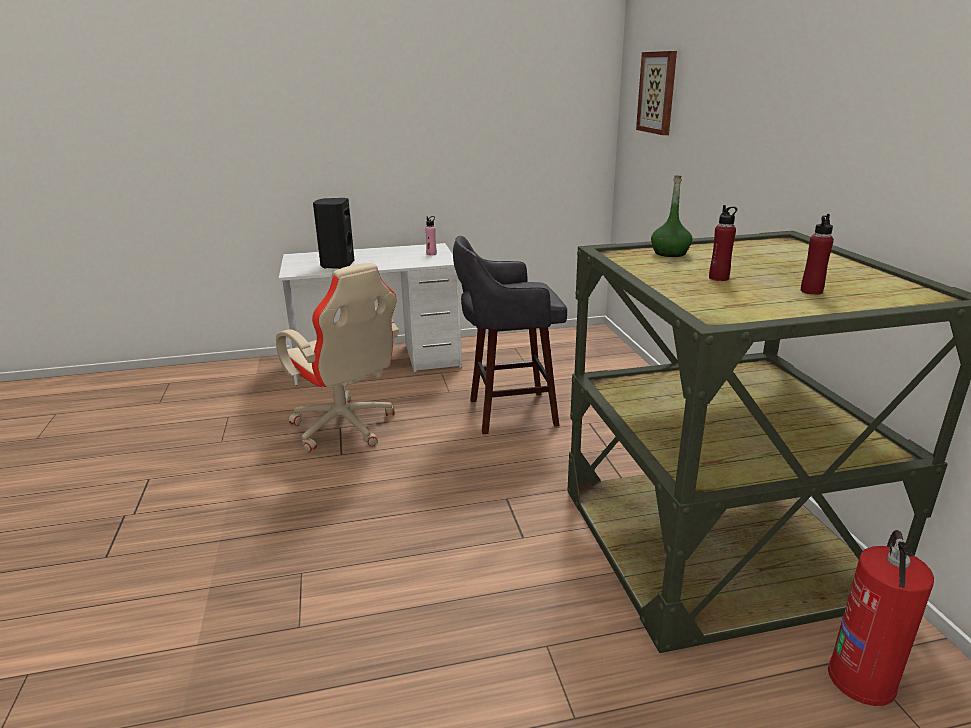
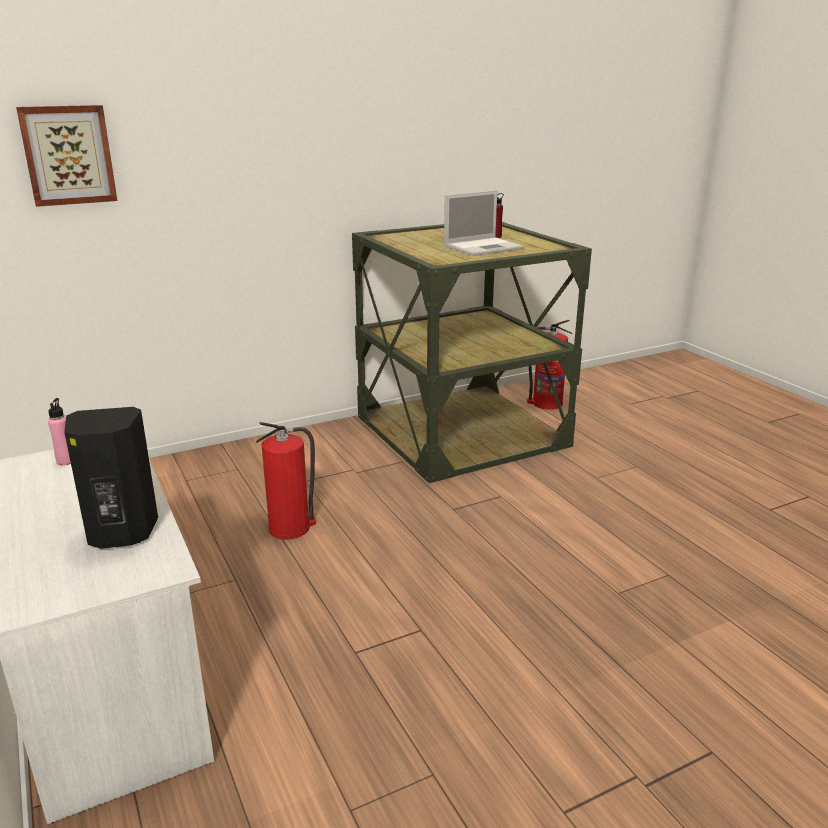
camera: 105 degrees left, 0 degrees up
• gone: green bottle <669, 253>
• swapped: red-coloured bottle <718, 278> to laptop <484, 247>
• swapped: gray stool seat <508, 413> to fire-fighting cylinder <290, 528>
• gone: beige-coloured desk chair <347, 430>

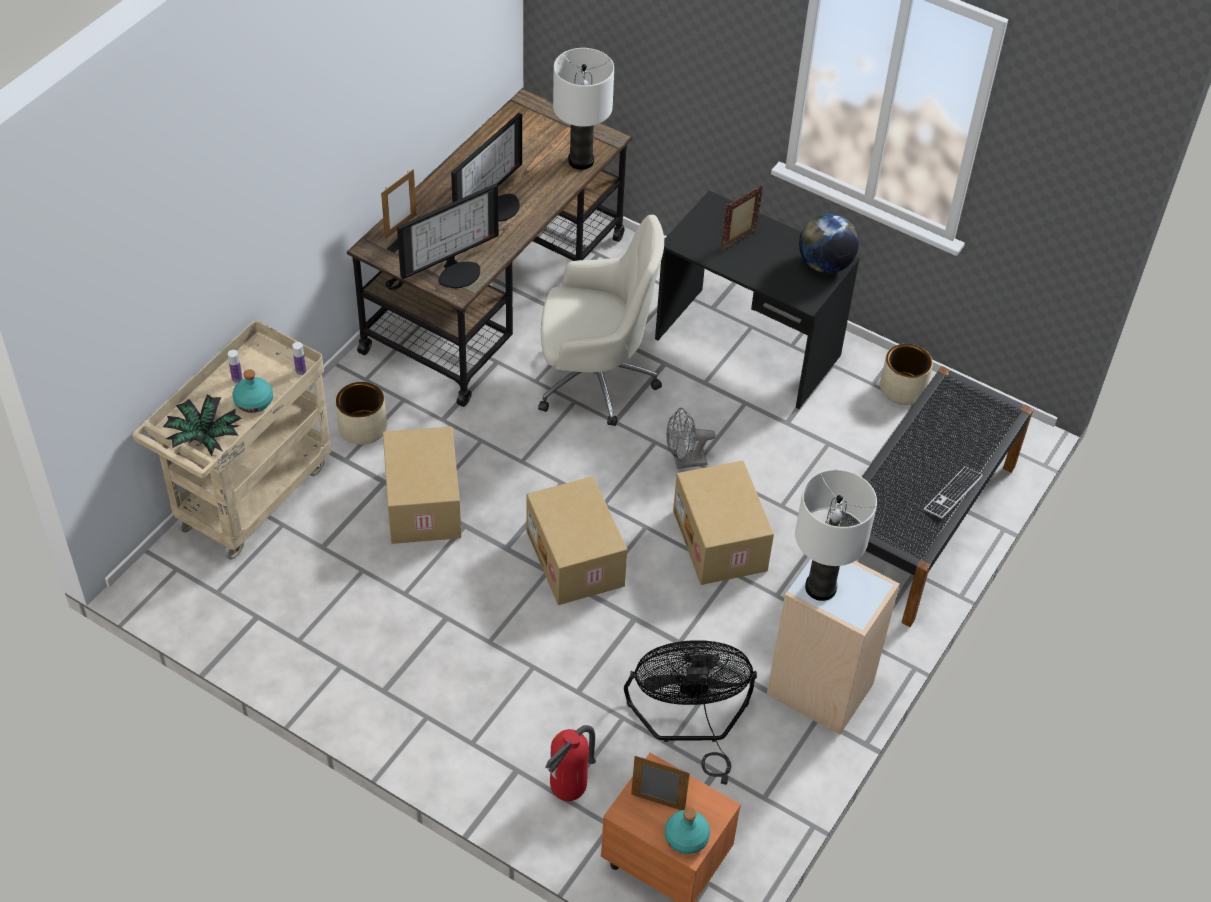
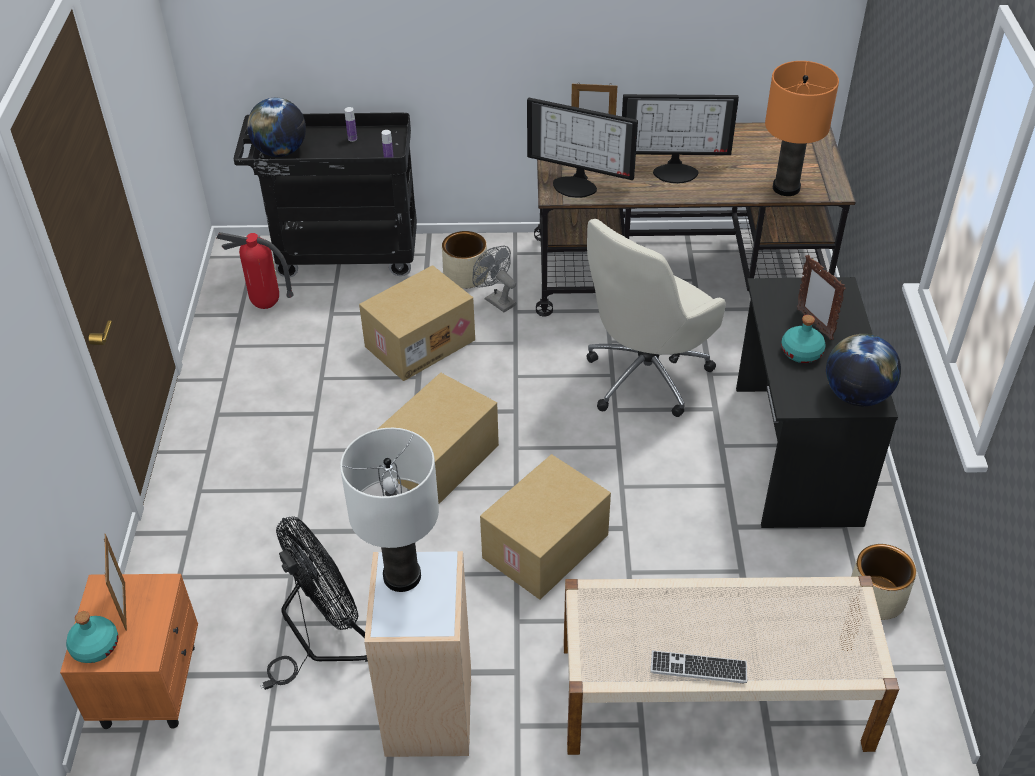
camera: 60 degrees right, 5 degrees down
• repainted: whitish lamp for a table <580, 161> to orange lamp for a table <785, 188>
• rotated: standing frame <739, 241> = <814, 324> 135 degrees counterclockwise
• rotated: beige-coloured desk chair <595, 382> = <645, 377> 75 degrees clockwise
• repainted: beige-coloured trolley <250, 504> to black trolley <341, 259>
• repainted: black indoor bench <919, 522> to beige-coloured indoor bench <713, 697>
• shifted: blue-green bottle <254, 401> to <802, 352>
• swapped: houseplant <204, 438> to globe <280, 152>
• shifted: gray fan <684, 461> to <496, 300>
• shifted: fire-fighting cylinder <569, 792> to <265, 305>

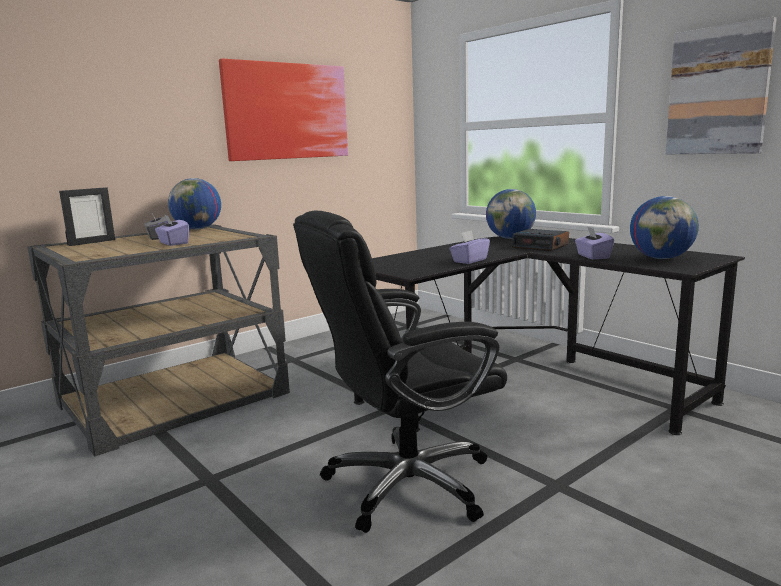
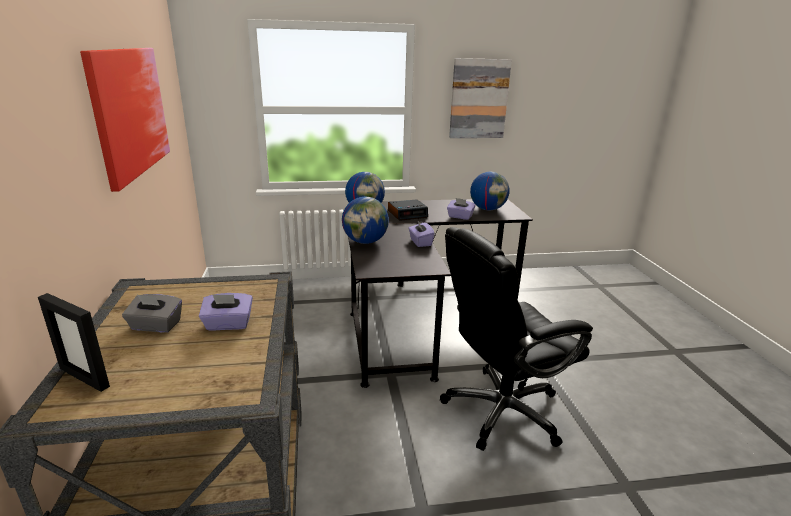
camera: 60 degrees left, 10 degrees up
• shifted: globe <198, 229> to <365, 242>
• rotated: standing frame <92, 242> = <86, 376> 135 degrees clockwise
• rotated: black desk chair <408, 483> = <502, 410> 60 degrees clockwise

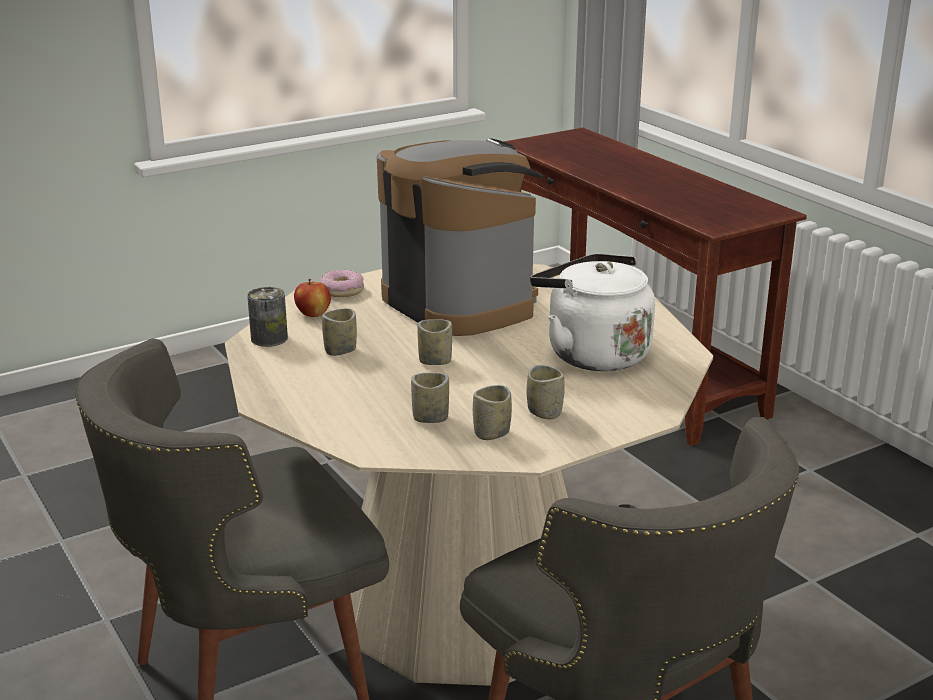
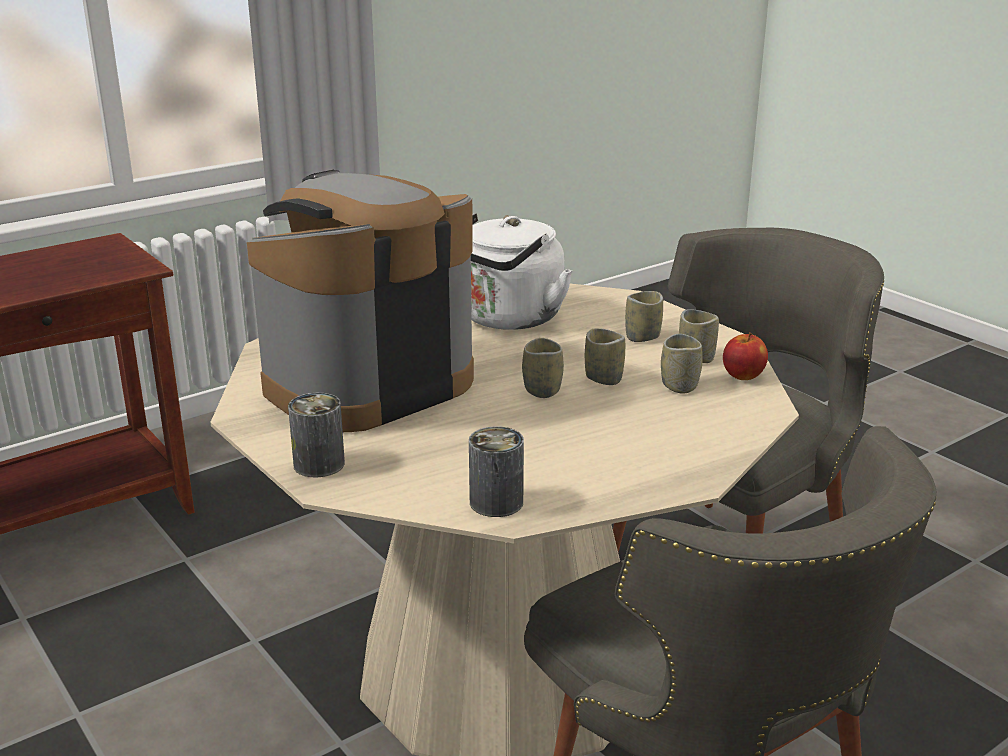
camera: 95 degrees left, 0 degrees up
• swapped: donut <342, 290> to metal can <319, 464>
• shifted: whole apple <313, 314> to <743, 376>
• shifted: cup <340, 350> to <603, 379>

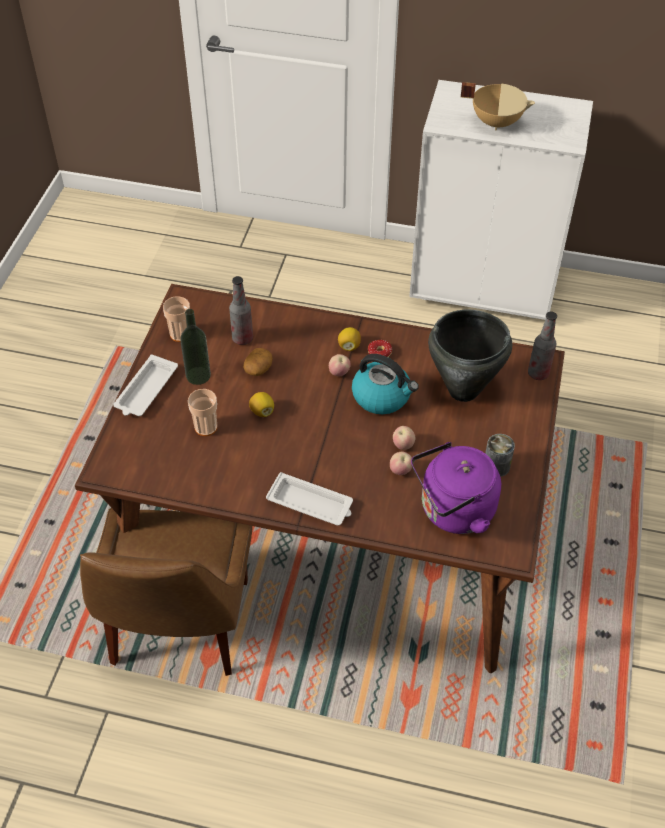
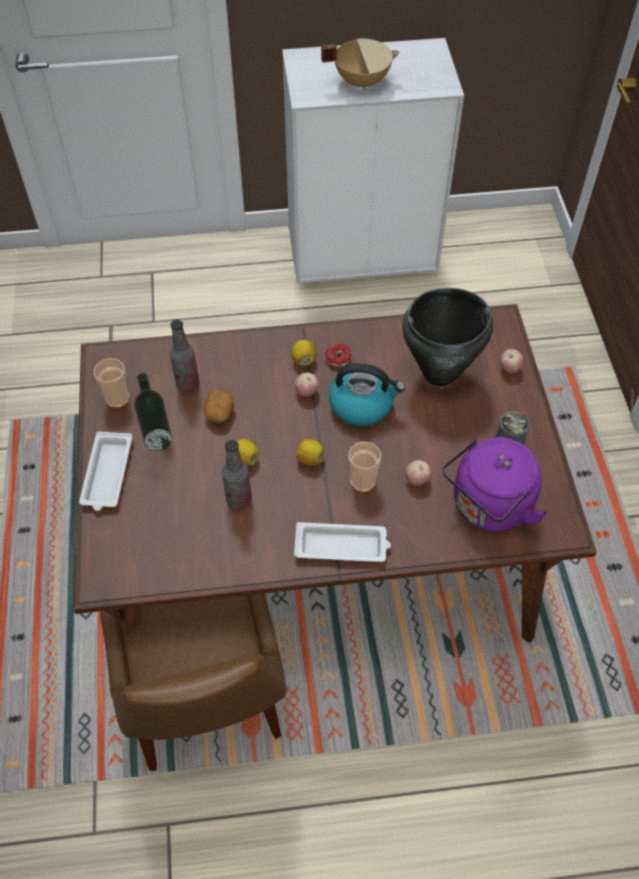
camera: 20 degrees left, 5 degrees up
• shifted: bottle <538, 373> to <239, 500>
• shifted: cup <206, 427> to <362, 481>
• shifted: whole apple <403, 445> to <509, 369>
• new: lemon <310, 459>

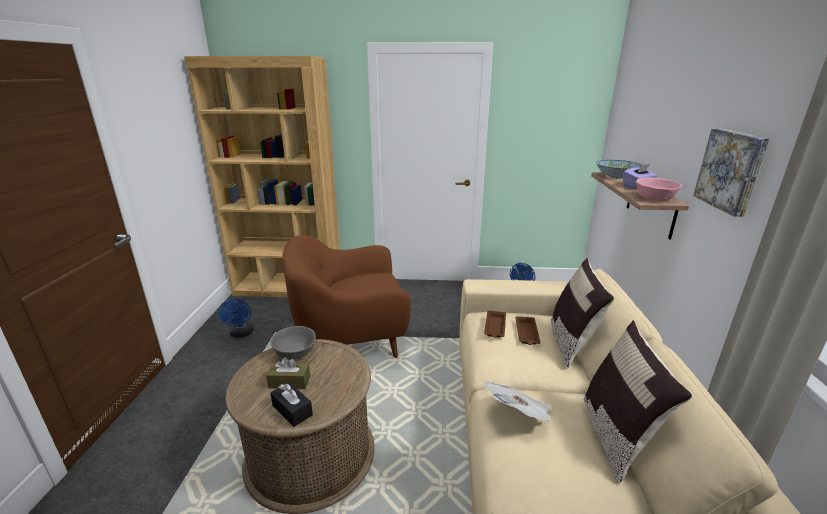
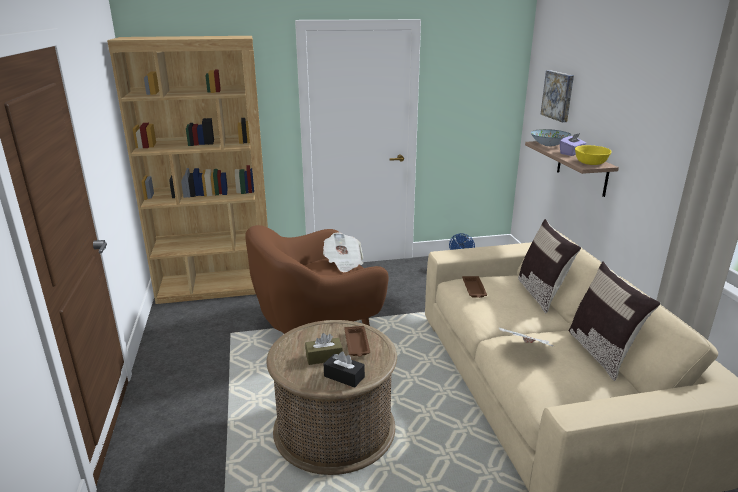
camera: 15 degrees left, 0 degrees up
• shifted: wall picture <731, 170> to <558, 95>
• repainted: pink bowl <655, 198> to yellowish bowl <591, 163>
• gone: blue fan <241, 334>
• shifted: brown-coloured tray <527, 333> to <357, 344>
• gone: gray bowl <295, 353>
• new: daily paper <343, 262>

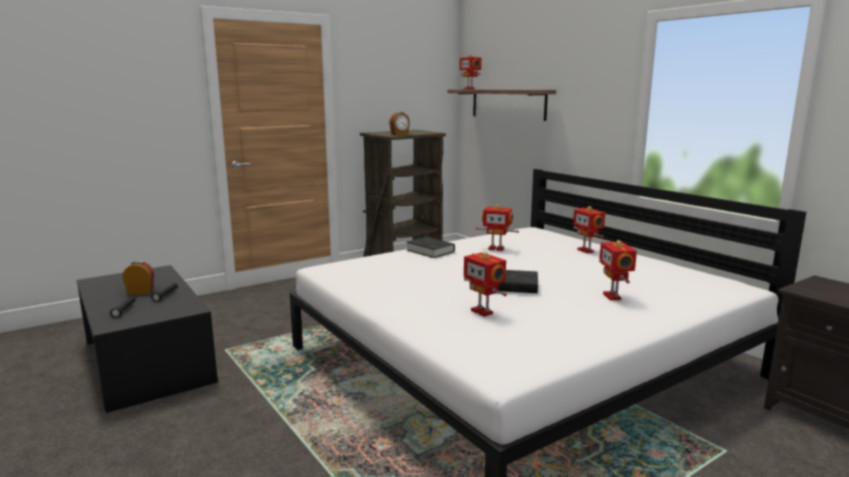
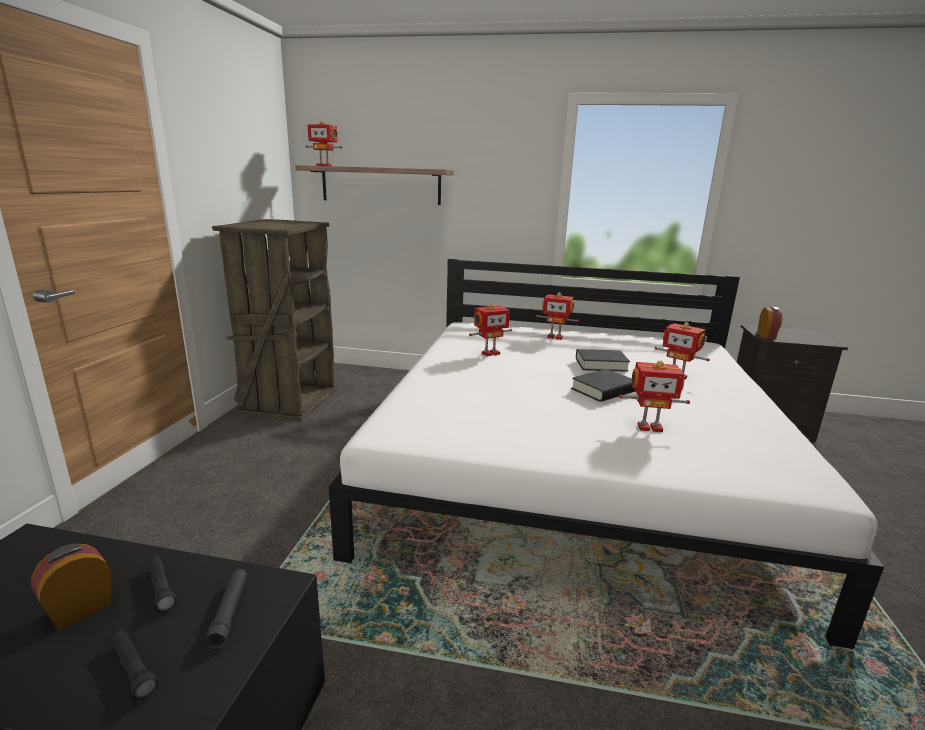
camera: 45 degrees left, 5 degrees up
• shifted: bedside clock <399, 134> to <766, 336>
• shifted: black volume <430, 251> to <601, 364>
• new: black hand torch <229, 612>

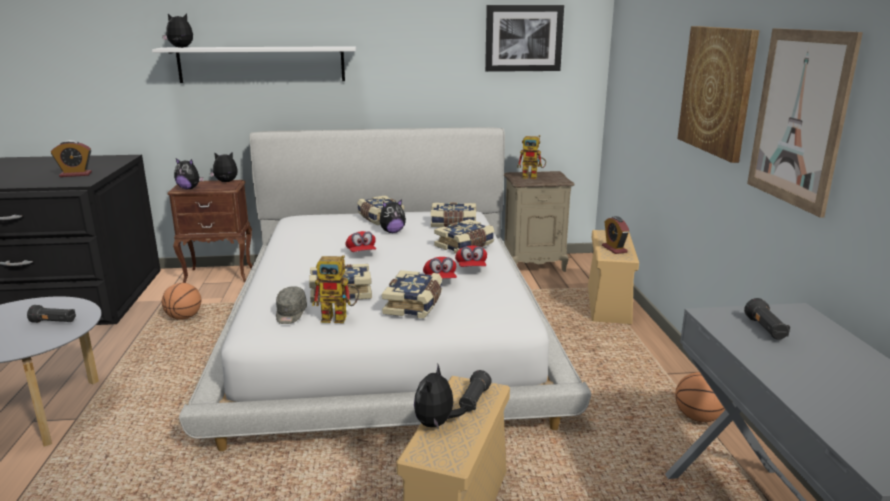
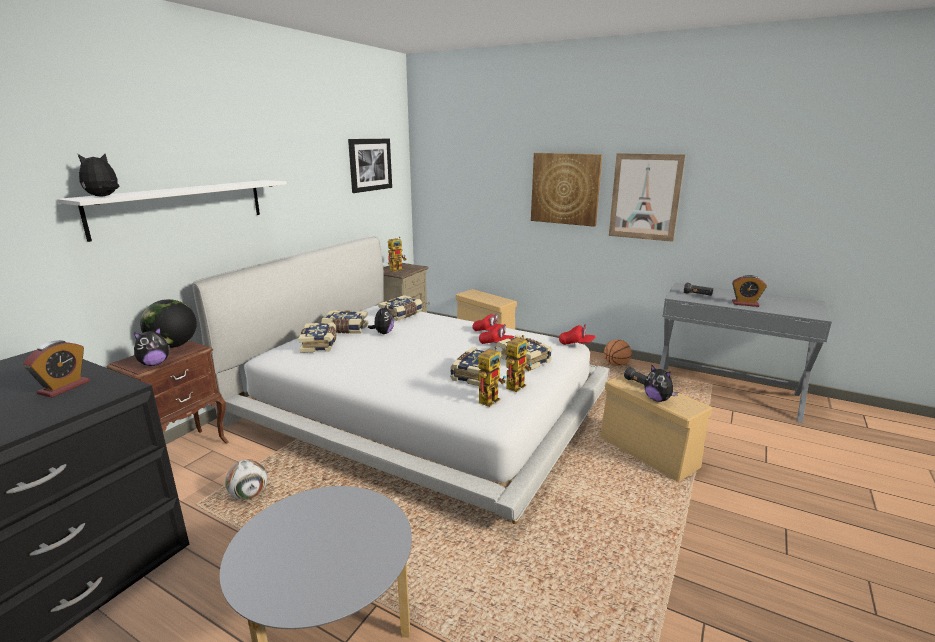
camera: 55 degrees left, 0 degrees up
• swapped: soft toy <226, 182> to globe <173, 346>
• shifted: bedside clock <614, 249> to <745, 304>
• shifted: volume <465, 246> to <320, 344>
• shifted: red-coloured peaked cap <361, 253> to <576, 344>
• swapped: basketball <184, 318> to football ball <249, 495>
• swapped: gray peaked cap <290, 314> to toy robot <490, 398>
• gone: black hand torch <54, 322>

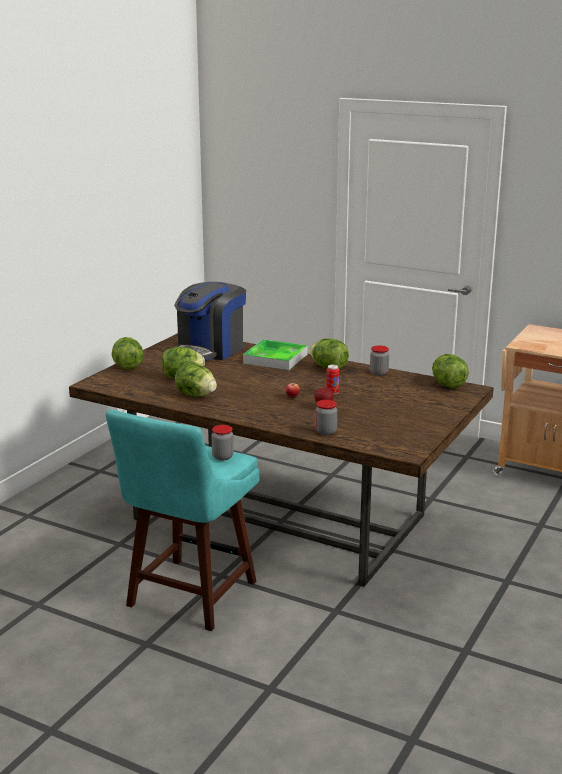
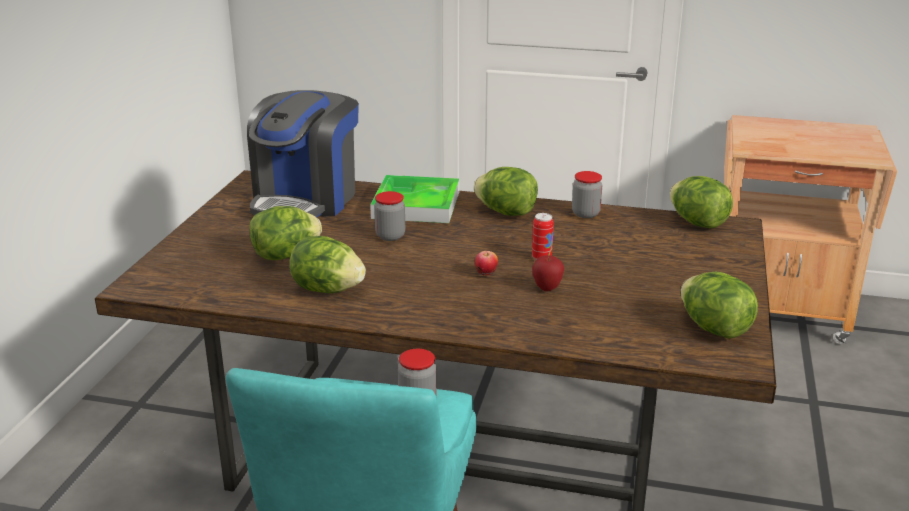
camera: 15 degrees left, 5 degrees up
• shifted: head of lettuce <127, 367> to <714, 329>
• shifted: preserve jar <326, 432> to <390, 236>

